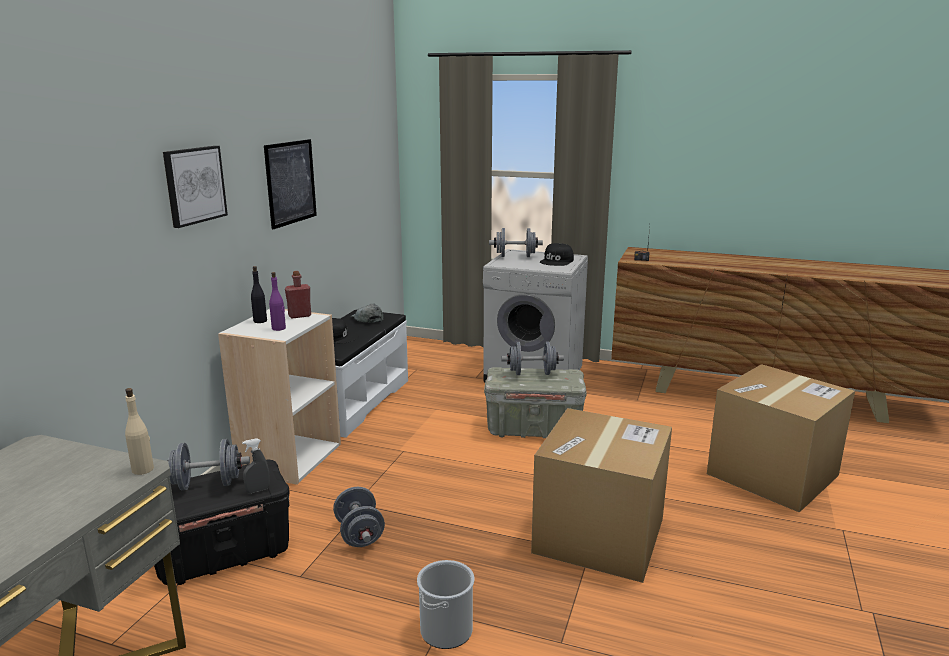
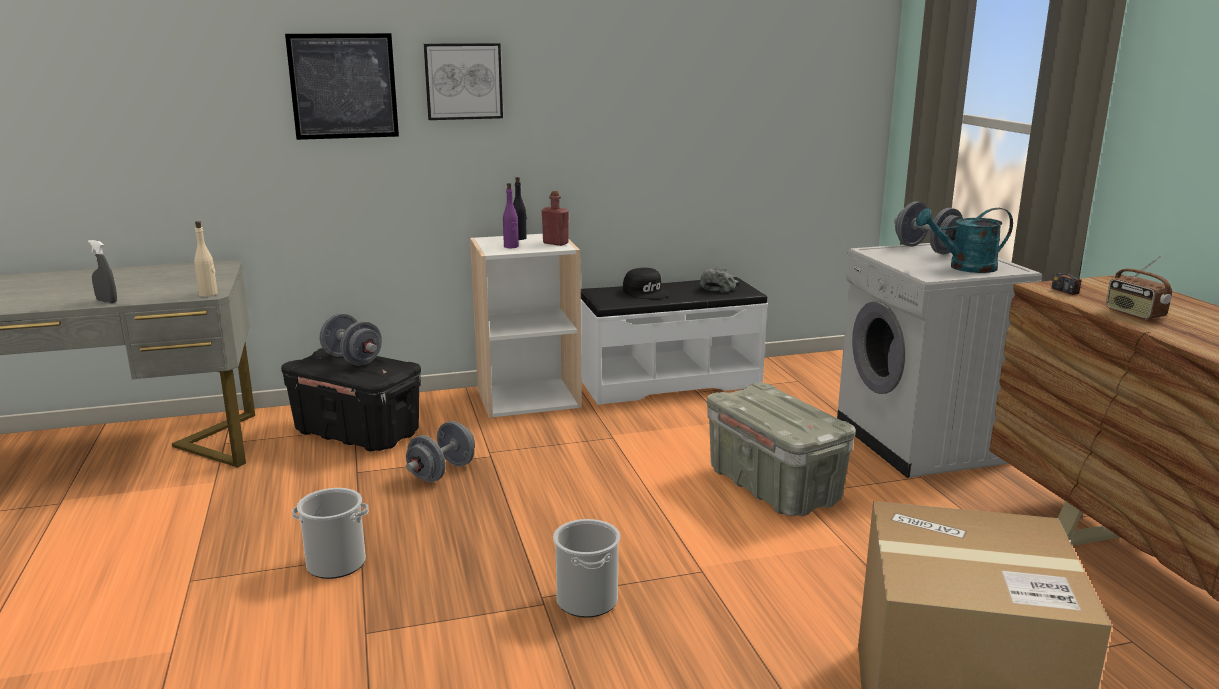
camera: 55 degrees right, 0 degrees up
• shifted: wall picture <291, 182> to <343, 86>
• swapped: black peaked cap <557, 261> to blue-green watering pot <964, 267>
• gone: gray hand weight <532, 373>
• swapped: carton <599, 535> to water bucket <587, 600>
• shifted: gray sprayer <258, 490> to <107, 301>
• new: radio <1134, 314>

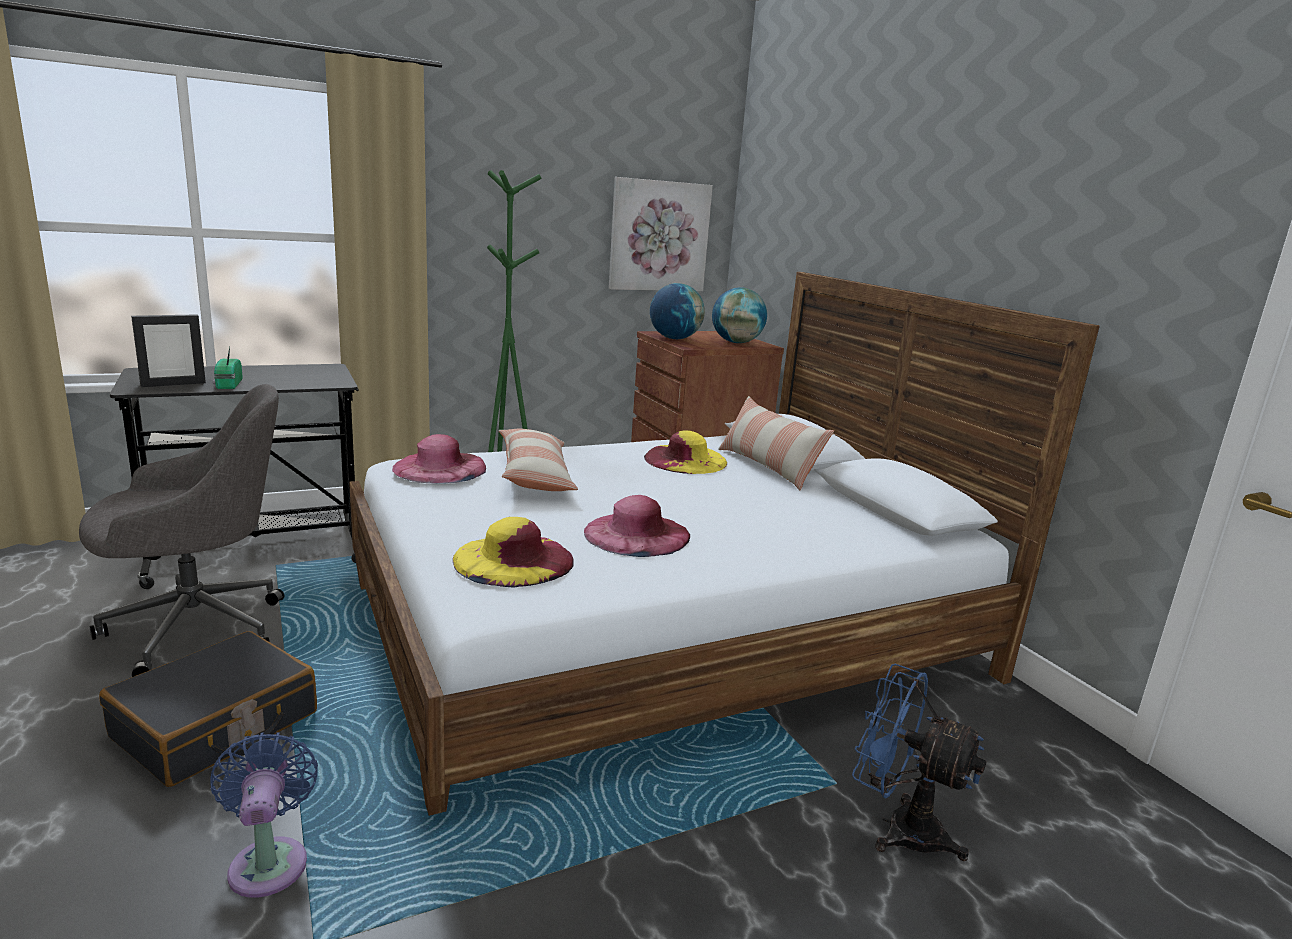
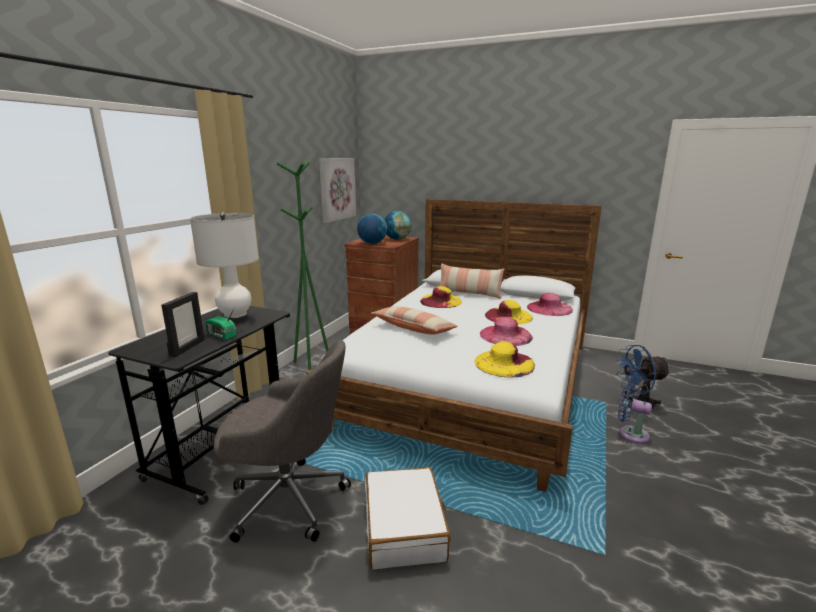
camera: 40 degrees left, 0 degrees up
• rotated: gray desk chair <198, 629> = <290, 500> 75 degrees clockwise
• shifted: pink clothing hat <440, 467> to <549, 308>
• repainted: black travel case <216, 726> to whitish travel case <404, 527>
• shifted: blue fan <269, 860> to <630, 433>
• new: whitish lamp for a table <235, 318>
• new: yellowish clothing hat <508, 316>

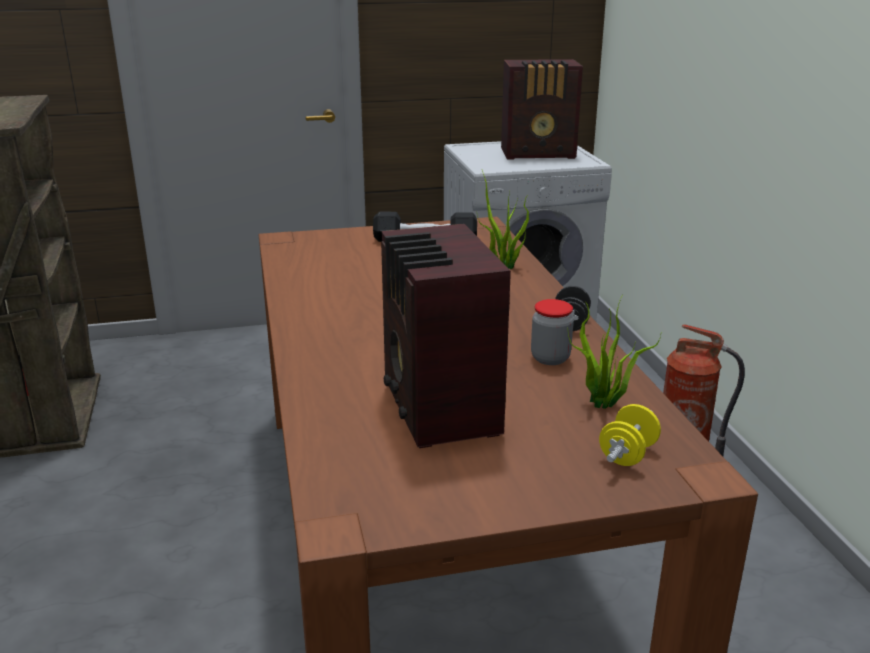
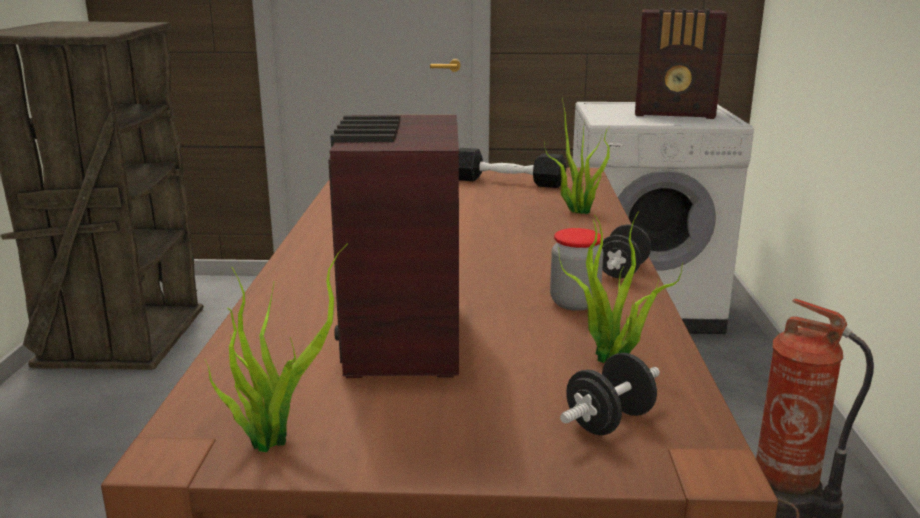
camera: 15 degrees right, 5 degrees down
• repainted: yellowish hand weight <627, 454> to black hand weight <609, 421>
• new: houseplant <274, 439>

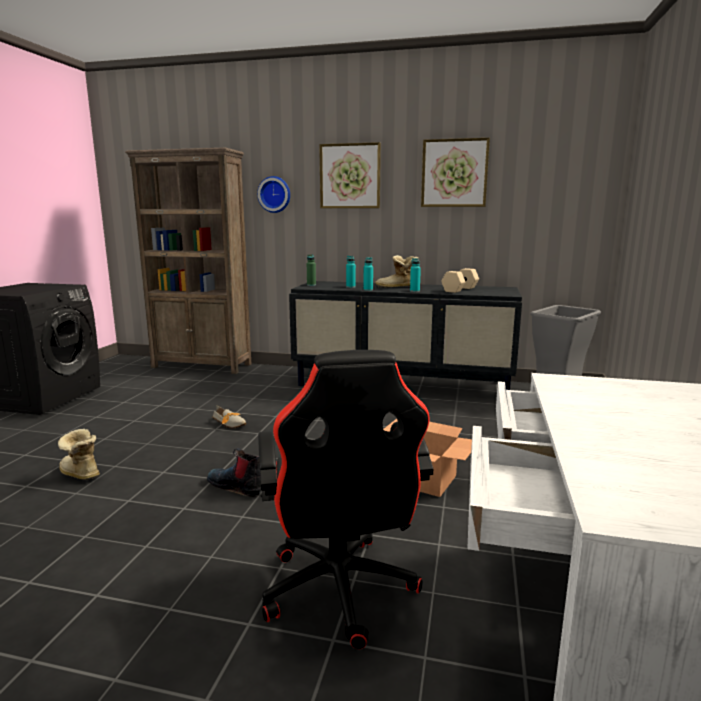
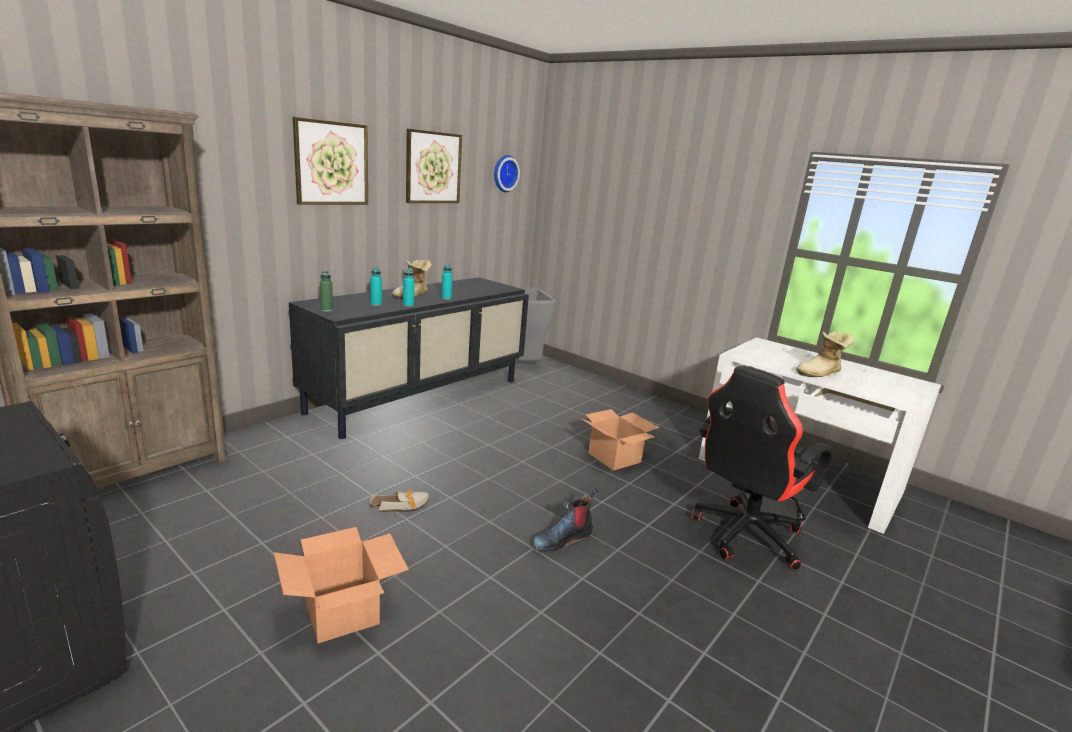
camera: 65 degrees left, 5 degrees up
• shifted: clock on the wall <275, 194> to <504, 173>
• gone: beige-coloured hand weight <460, 289>
• rotated: black desk chair <340, 598> = <741, 538> 120 degrees clockwise
• shifted: tall boot <79, 474> to <821, 374>
• new: carton <341, 611>

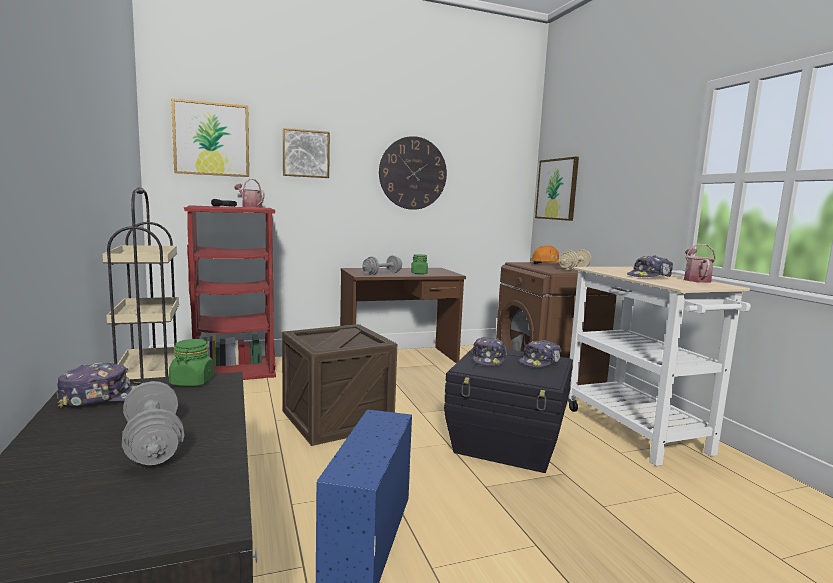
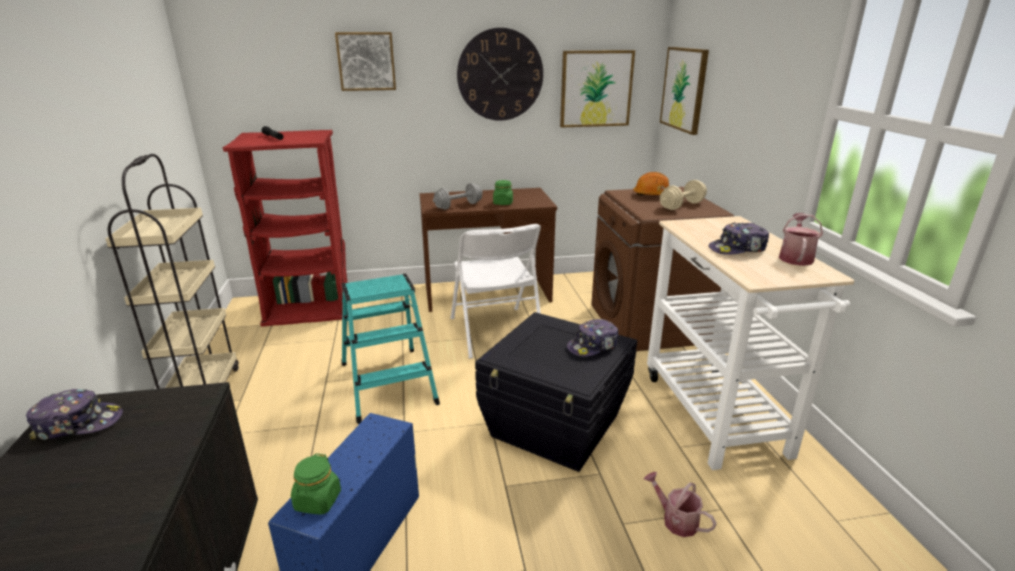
camera: 10 degrees right, 15 degrees up
• shifted: wall picture <211, 139> to <596, 89>
• shifted: watering pot <250, 207> to <675, 520>
• swapped: packing crate <337, 419> to blue-green step stool <388, 382>
• gone: peaked cap <488, 359>
• shifted: green preserve jar <192, 382> to <317, 501>
• gone: gray hand weight <153, 444>
• new: whitish plain chair <494, 332>

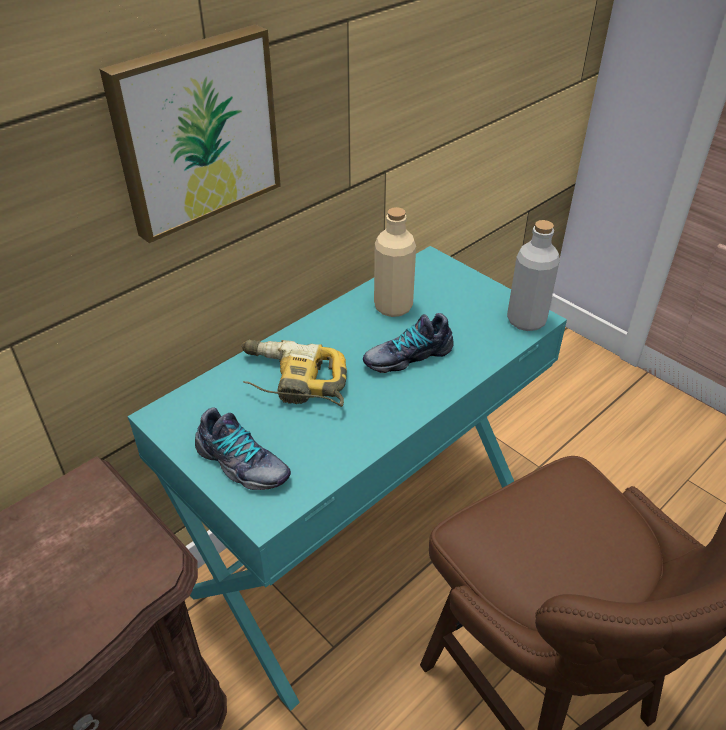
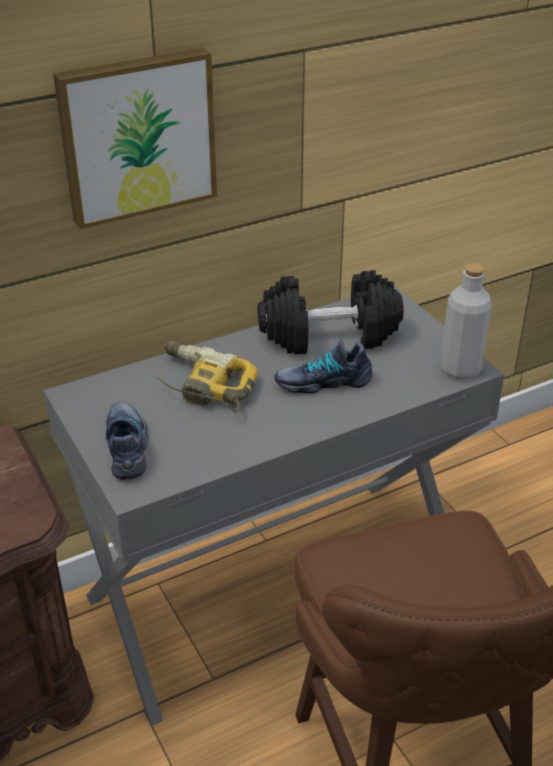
camera: 15 degrees right, 5 degrees down
• swapped: beige-coloured bottle <393, 307> to black hand weight <329, 335>
• repainted: blue-green desk unit <361, 542> to gray desk unit <275, 587>
• rotated: low shoe <241, 464> = <128, 447> 150 degrees counterclockwise

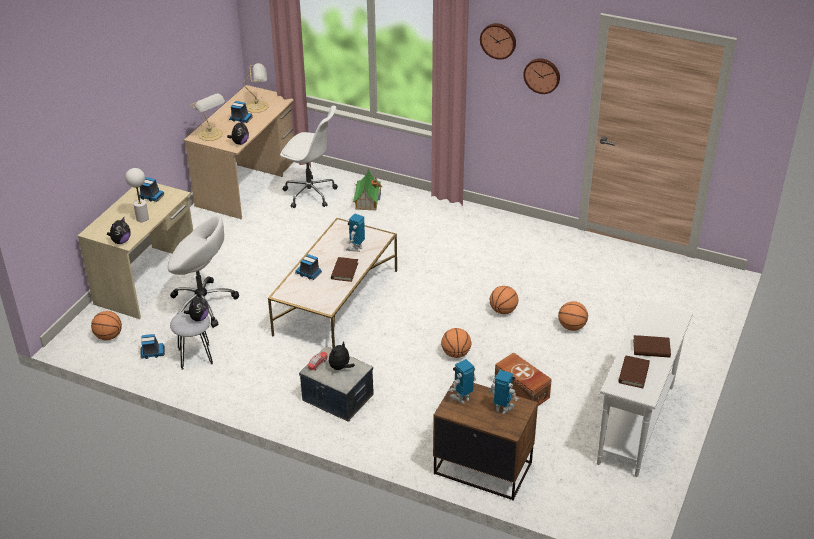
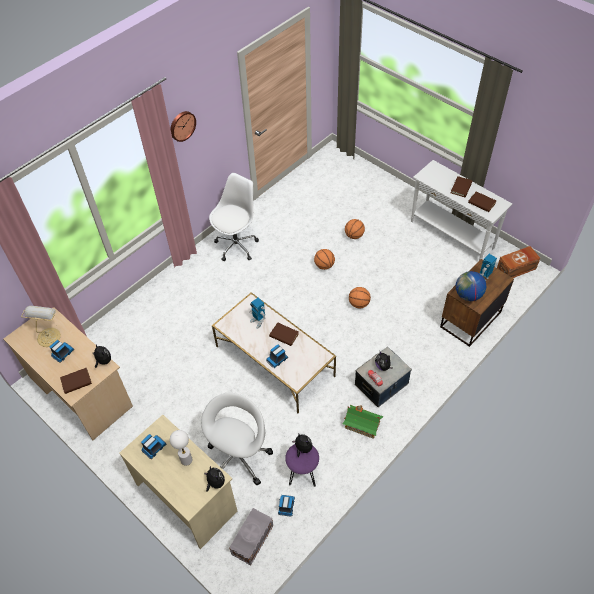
camera: 70 degrees left, 15 degrees up
• gone: clock on the wall <542, 75>
• swapped: lamp for a table <211, 135> to brown-coloured volume <76, 382>
• shifted: whitish desk chair <311, 194> to <237, 246>
• shifted: model house <367, 200> to <362, 424>
• swapped: basketball <108, 336> to gray storage box <251, 540>
• repainted: gray stool seat <195, 356> to purple stool seat <302, 473>
• shifted: brown-coloured storage box <521, 391> to <517, 268>
• swapped: toy robot <462, 397> to globe <468, 295>

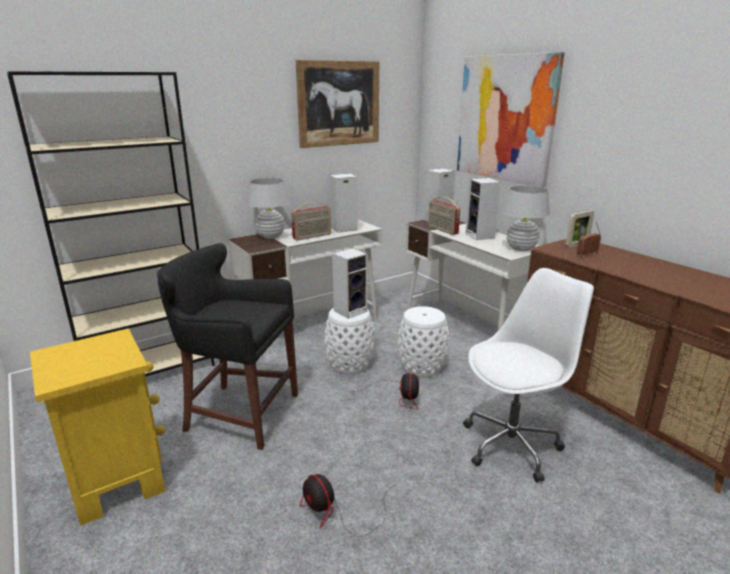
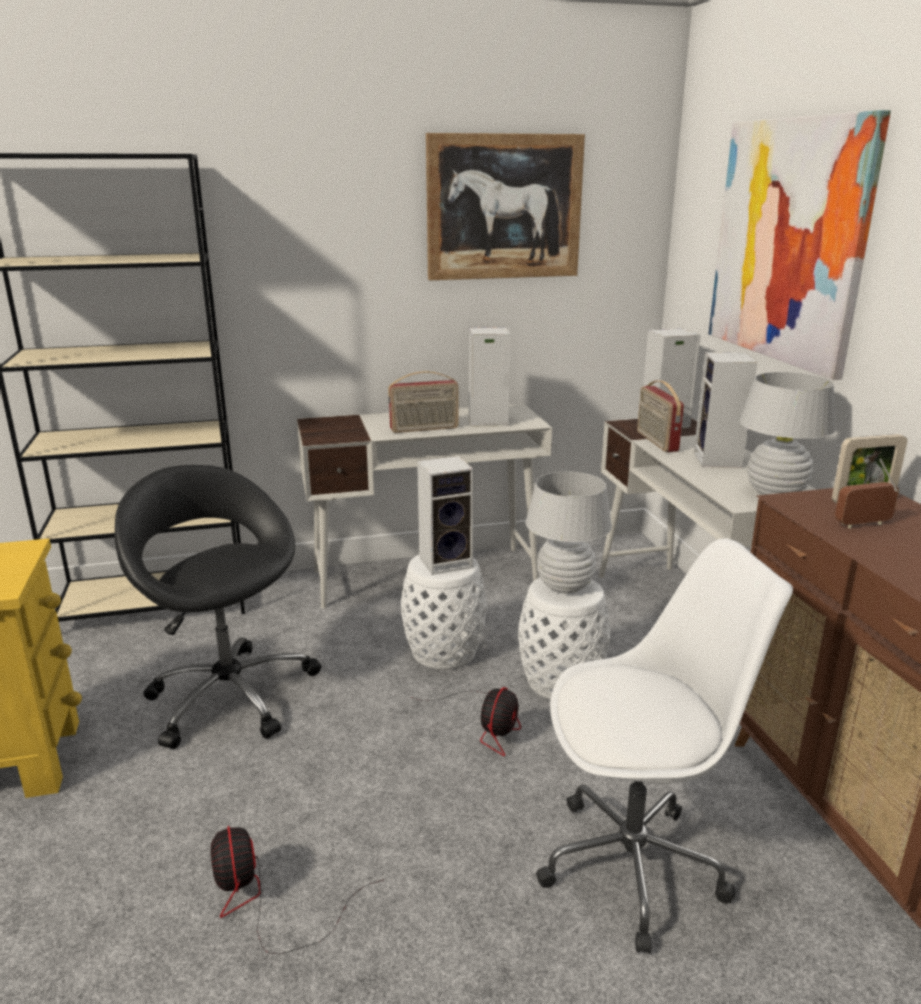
camera: 20 degrees right, 0 degrees up
• shifted: whitish lamp for a table <270, 236> to <564, 586>
• swapped: black stool seat <239, 413> to black desk chair <229, 696>

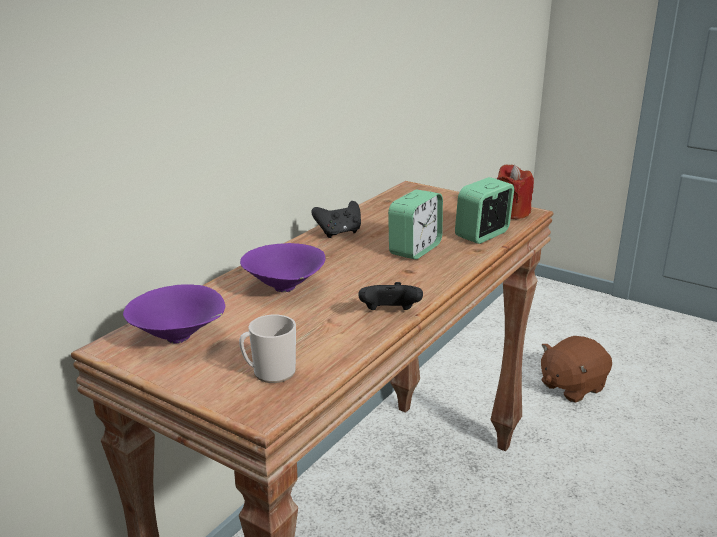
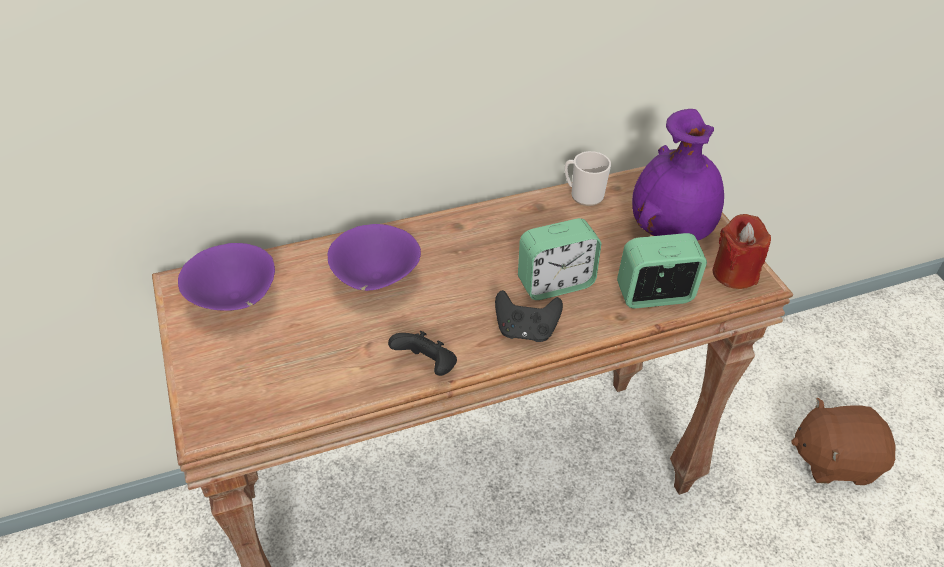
camera: 35 degrees right, 20 degrees up
• shifted: black gamepad <339, 233> to <525, 331>
• shifted: mug <269, 373> to <583, 195>
• new: purple flower vase <671, 231>

